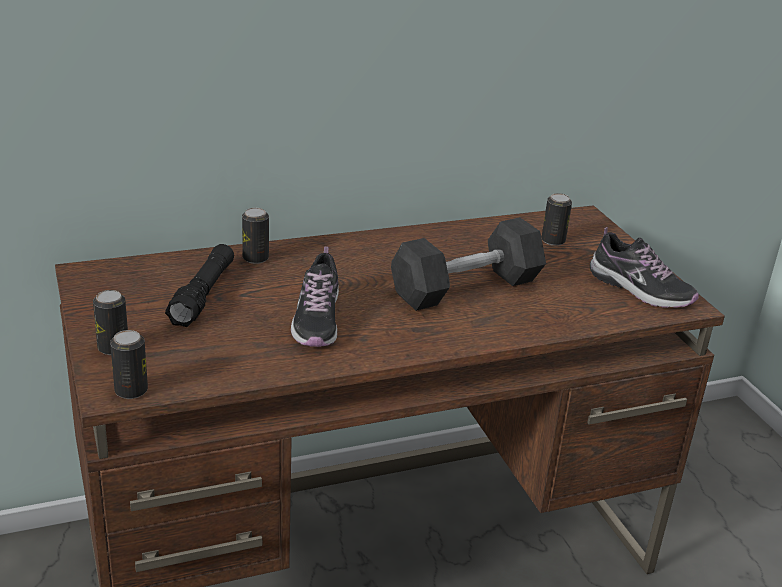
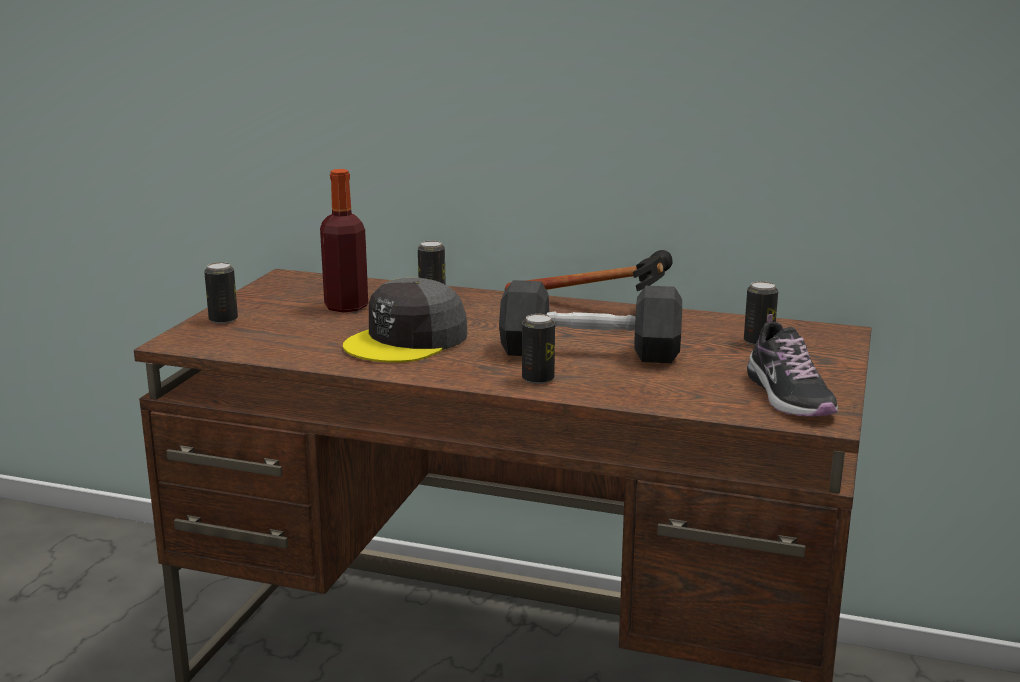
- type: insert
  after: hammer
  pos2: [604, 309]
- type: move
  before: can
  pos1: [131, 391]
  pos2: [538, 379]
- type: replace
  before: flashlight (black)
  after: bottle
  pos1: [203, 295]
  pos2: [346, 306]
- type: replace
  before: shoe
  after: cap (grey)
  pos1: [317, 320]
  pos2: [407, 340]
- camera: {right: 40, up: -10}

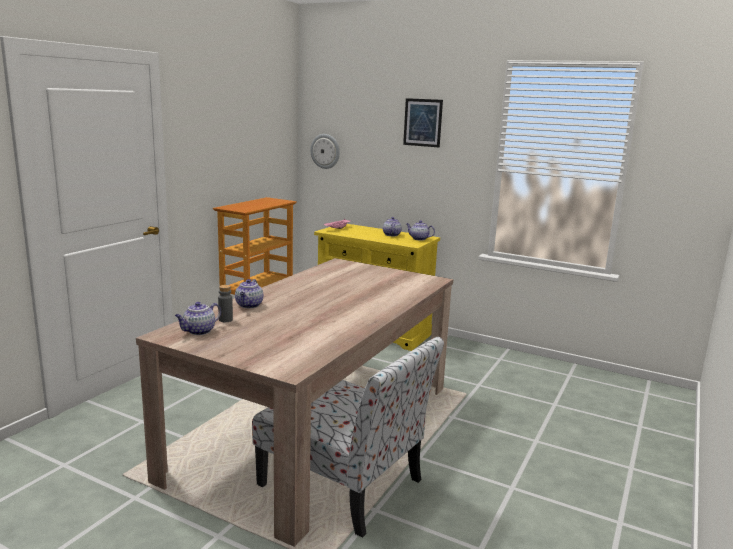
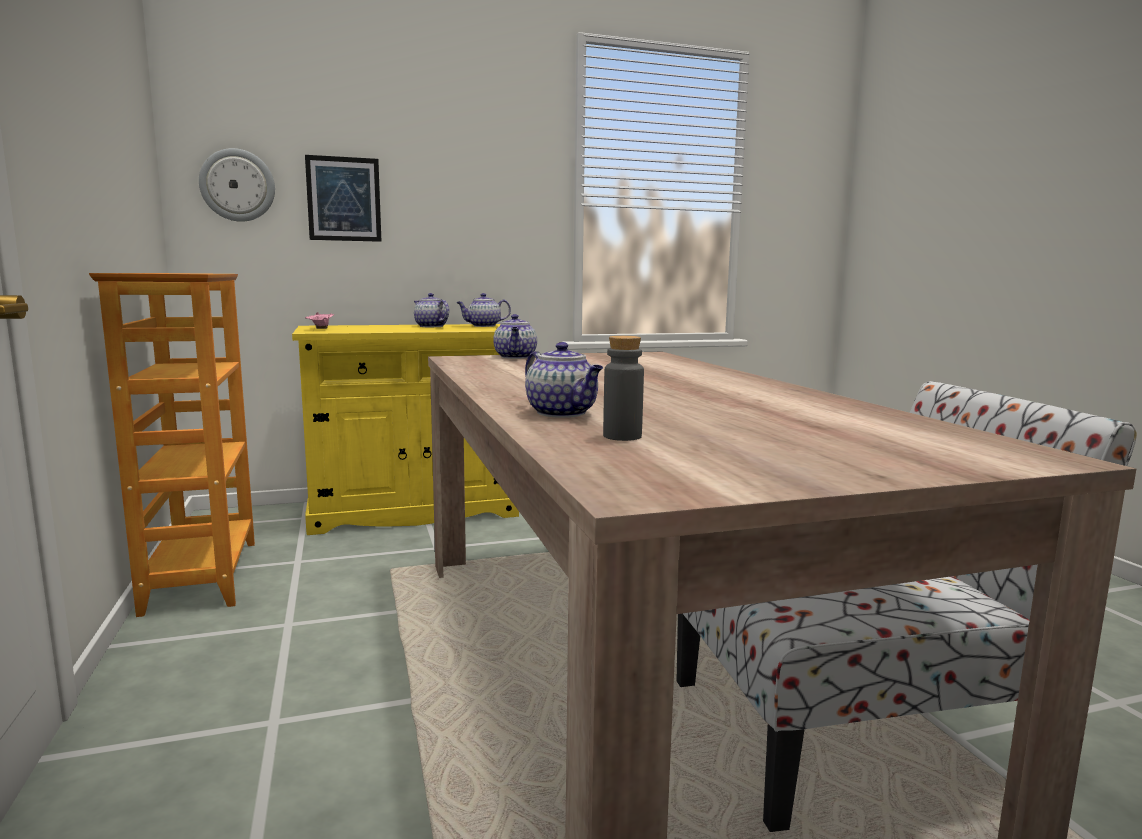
- type: move
  before: teapot
  pos1: [199, 331]
  pos2: [515, 357]
- type: move
  before: picture
  pos1: [422, 122]
  pos2: [344, 199]
- camera: {right: -45, up: -5}

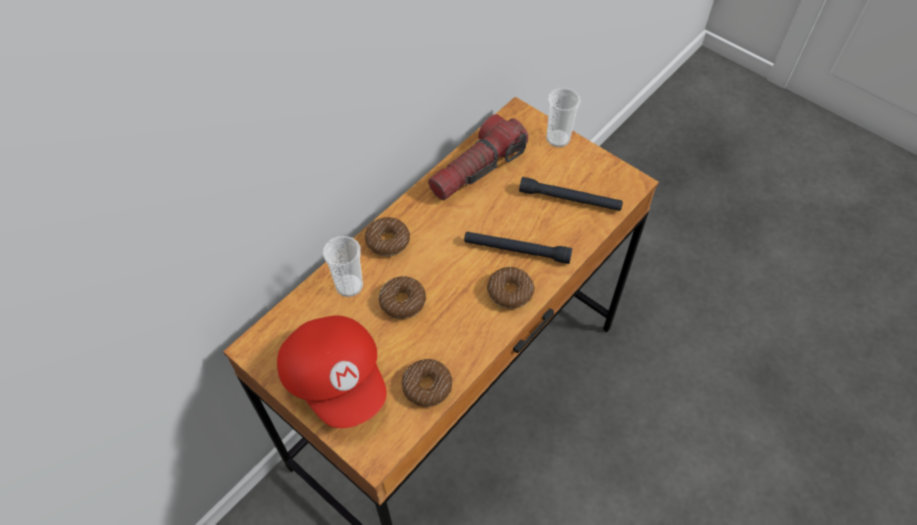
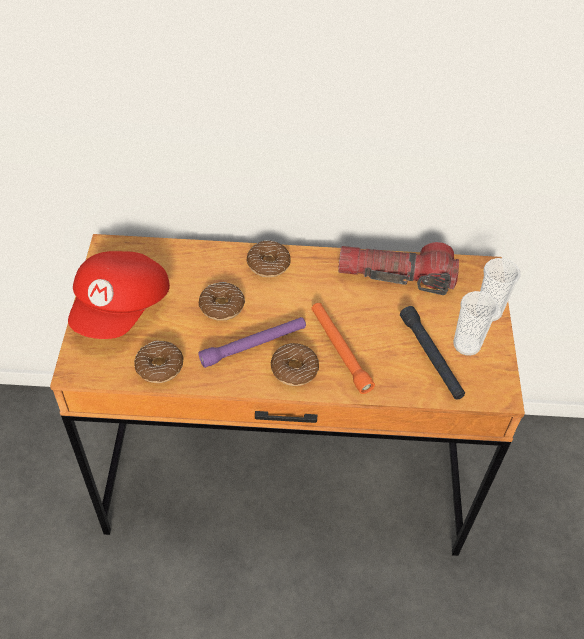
- type: insert
  after: flashlight (purple)
  pos2: [253, 345]
- type: move
  before: cup
  pos1: [349, 286]
  pos2: [466, 345]
- type: recolor
  before: flashlight (black)
  after: flashlight (orange)
  pos1: [517, 250]
  pos2: [340, 350]
- camera: {right: 50, up: -5}

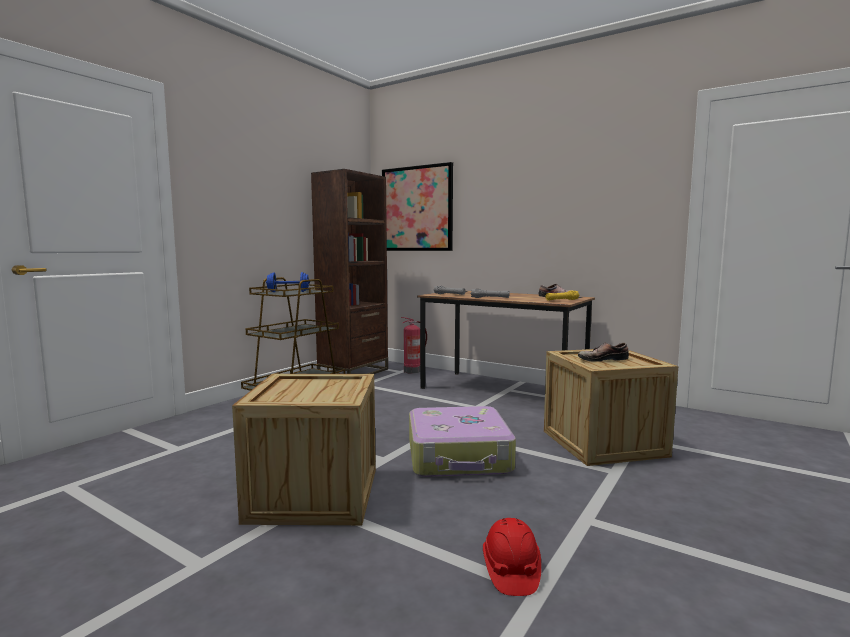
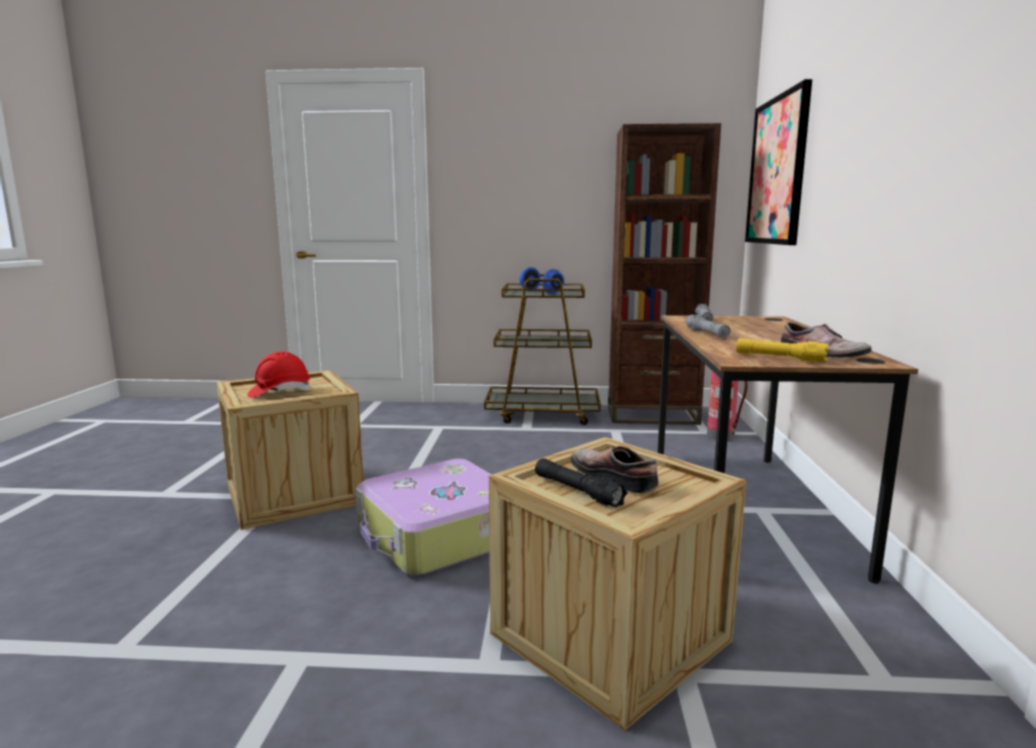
- type: insert
  after: flashlight (black)
  pos2: [577, 491]
- type: move
  before: hard hat (red)
  pos1: [511, 571]
  pos2: [279, 392]
- camera: {right: 60, up: 5}

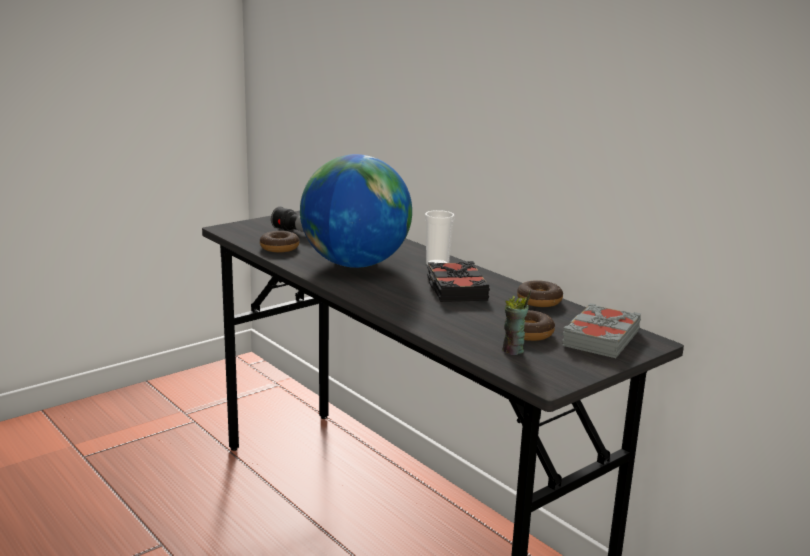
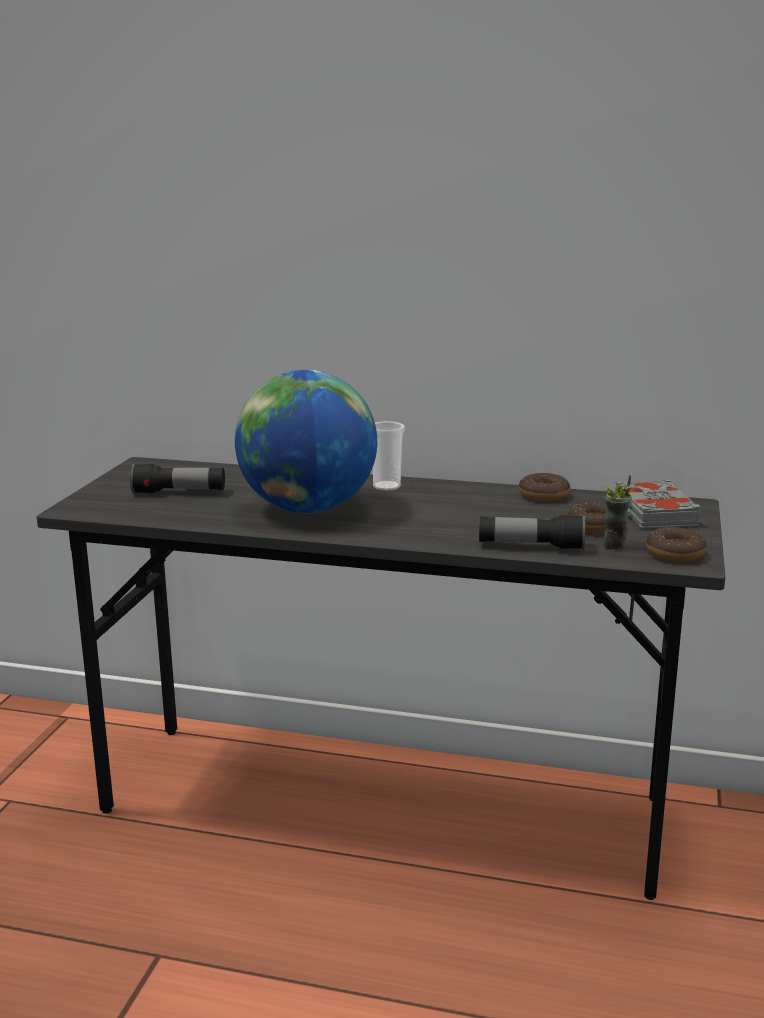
- type: delete
  before: book (black)
  pos1: [455, 289]
- type: insert
  after: flashlight
  pos2: [530, 546]
- type: move
  before: donut
  pos1: [279, 248]
  pos2: [675, 554]
- camera: {right: -35, up: 0}

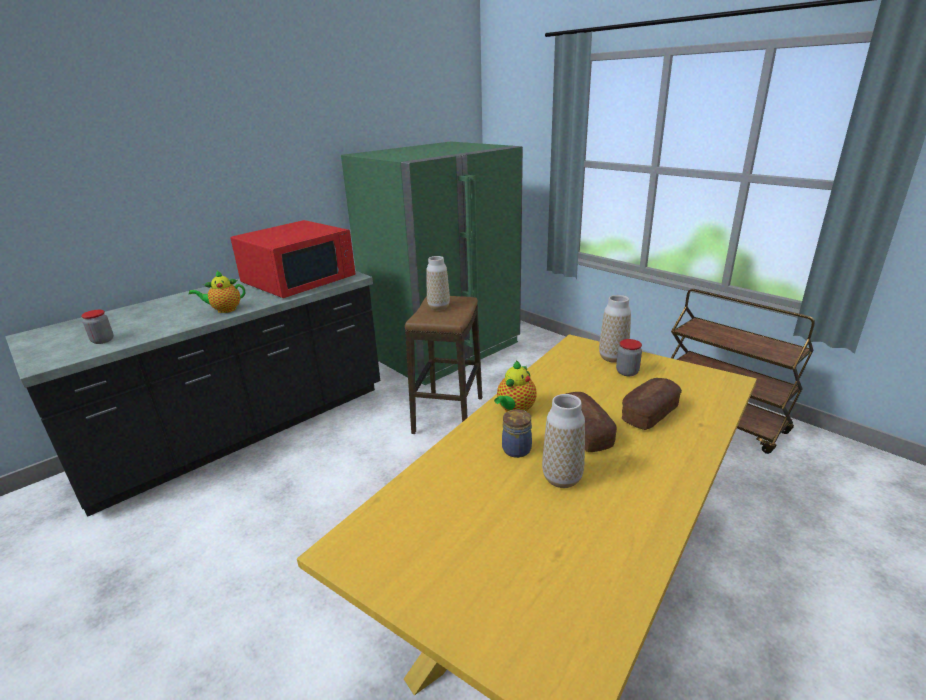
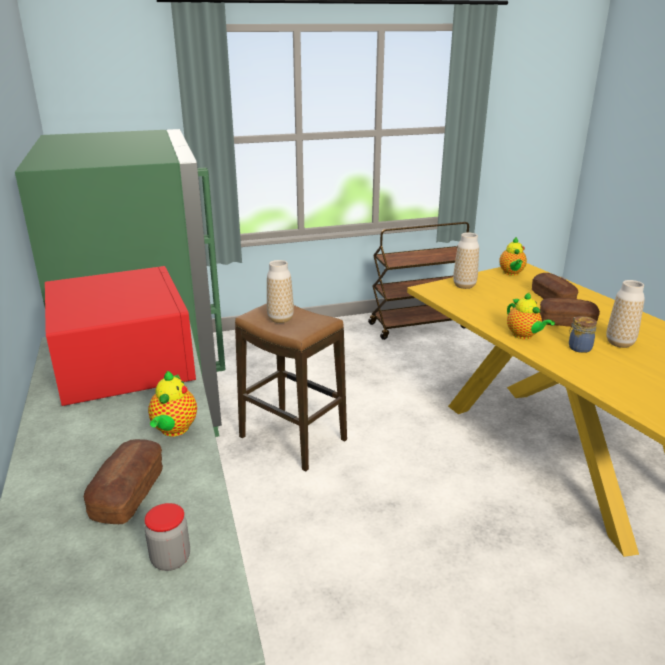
- type: delete
  before: jar
  pos1: [627, 372]
- type: insert
  after: bread
  pos2: [128, 494]
- type: insert
  after: teapot
  pos2: [511, 273]
- camera: {right: -65, up: 0}

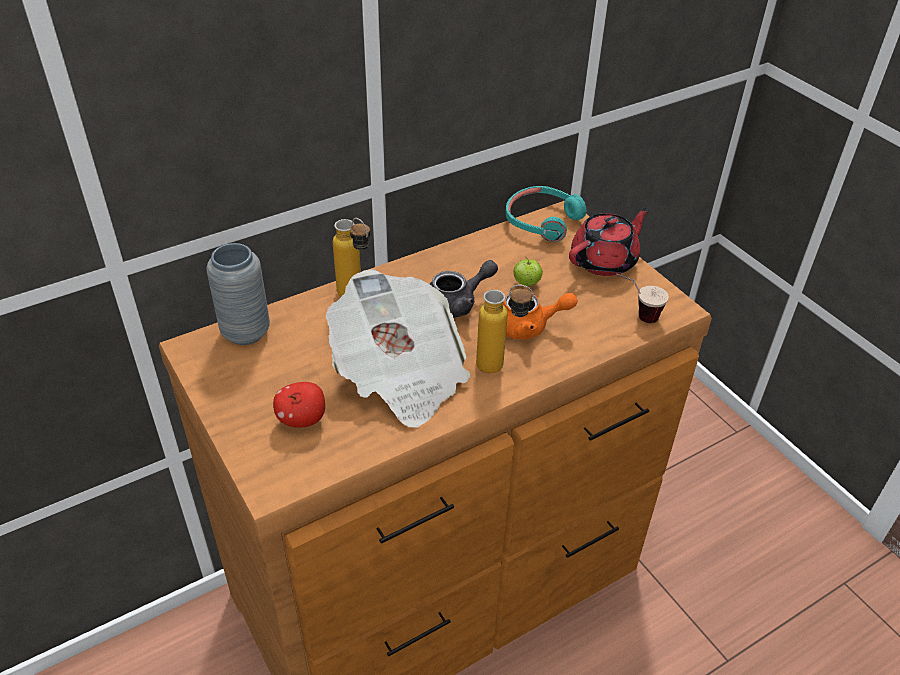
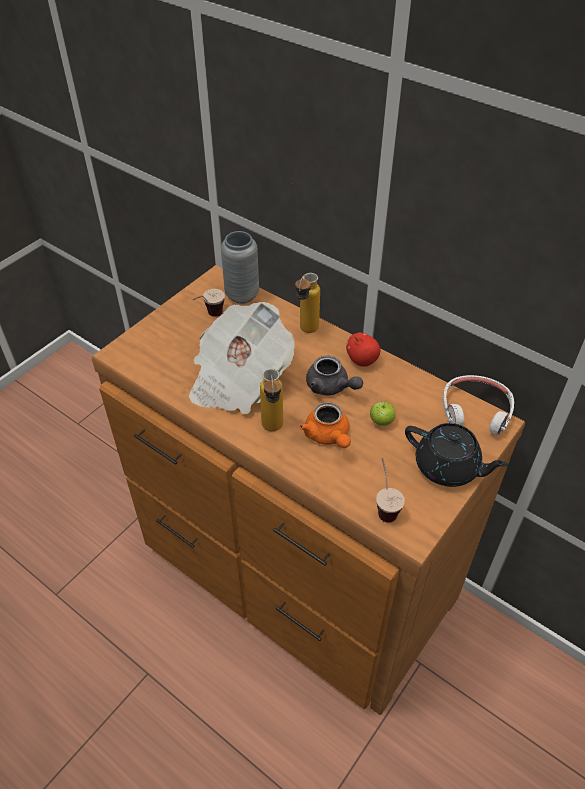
- type: insert
  after: cup
  pos2: [209, 317]
- type: move
  before: apple
  pos1: [302, 419]
  pos2: [362, 360]
- type: recolor
  before: headphones (turquoise)
  after: headphones (white)
  pos1: [542, 221]
  pos2: [475, 411]
- type: recolor
  before: teapot (red)
  after: teapot (black)
  pos1: [605, 261]
  pos2: [447, 467]
- camera: {right: 70, up: 5}

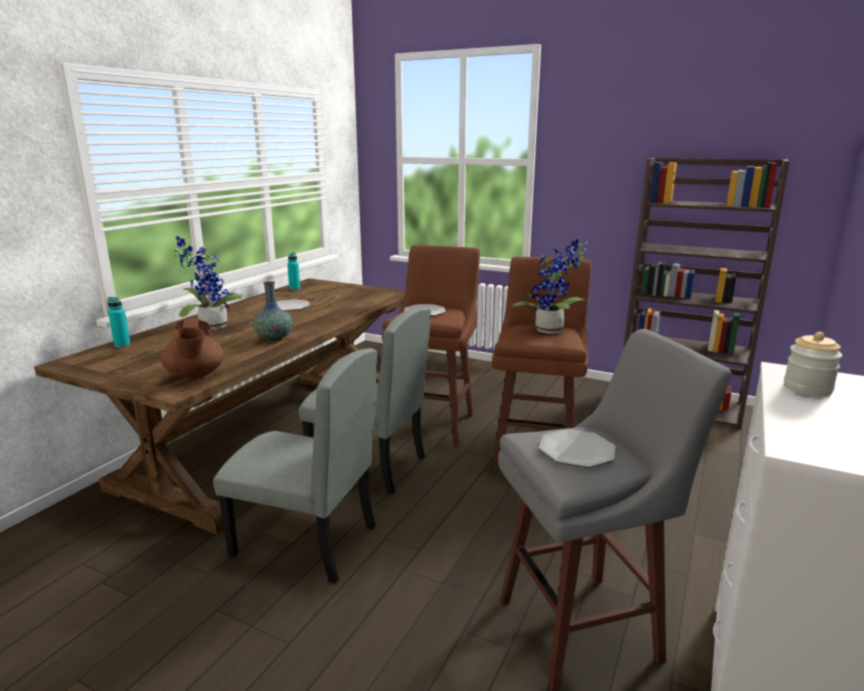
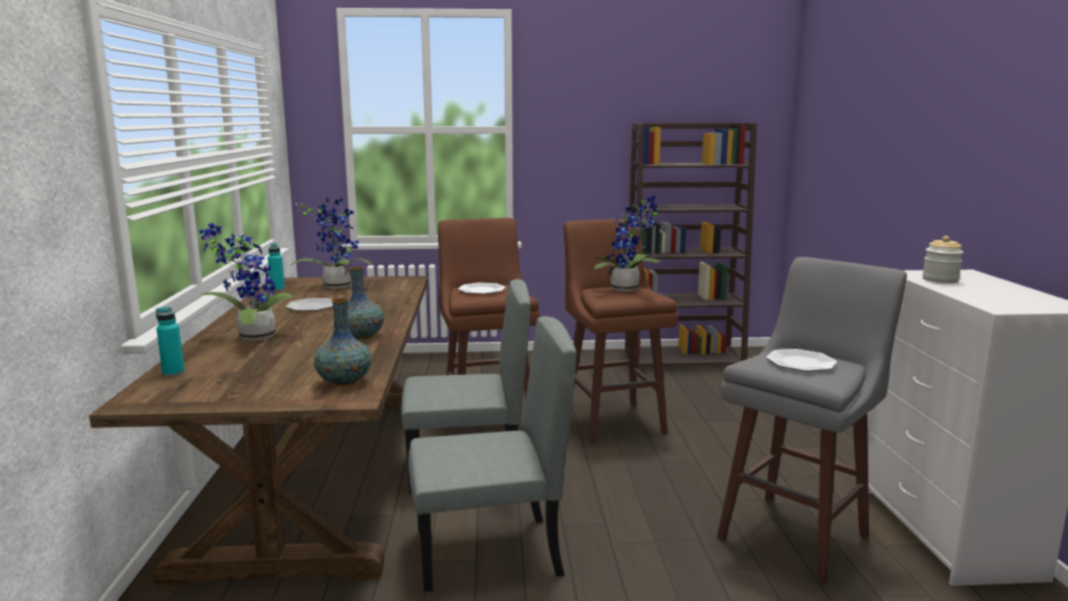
- type: insert
  after: potted plant
  pos2: [337, 286]
- type: replace
  before: teapot (brown)
  after: vase
  pos1: [195, 375]
  pos2: [344, 382]
- camera: {right: -30, up: -5}

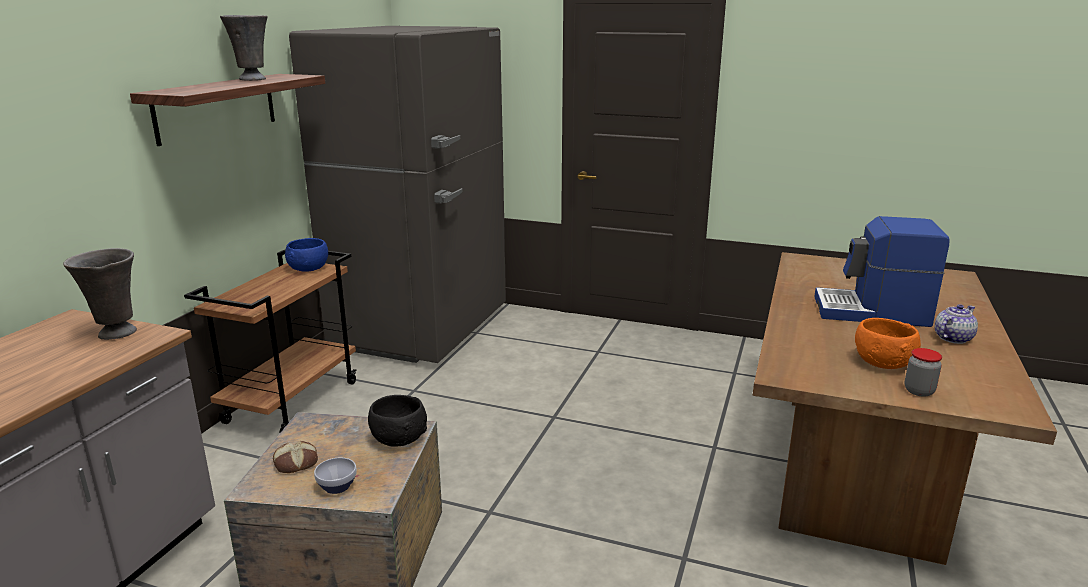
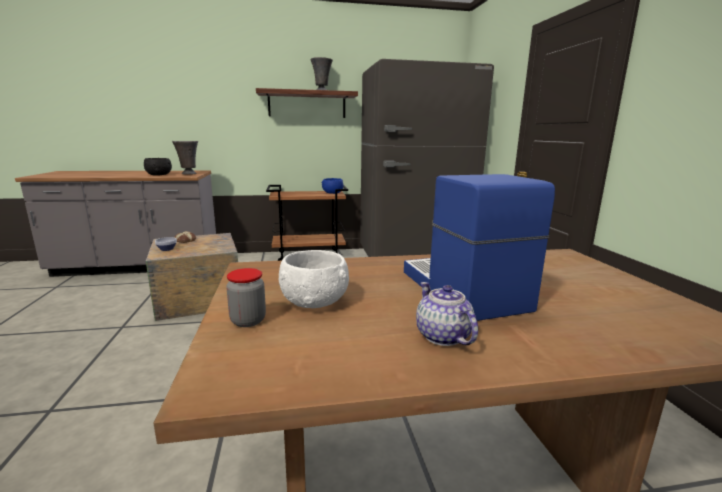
- type: move
  before: bowl (black)
  pos1: [399, 438]
  pos2: [159, 175]
- type: recolor
  before: bowl (orange)
  after: bowl (white)
  pos1: [882, 362]
  pos2: [315, 301]
- type: rotate
  before: teapot
  pos1: [952, 338]
  pos2: [443, 337]
  turn: -135
- camera: {right: 60, up: -5}

